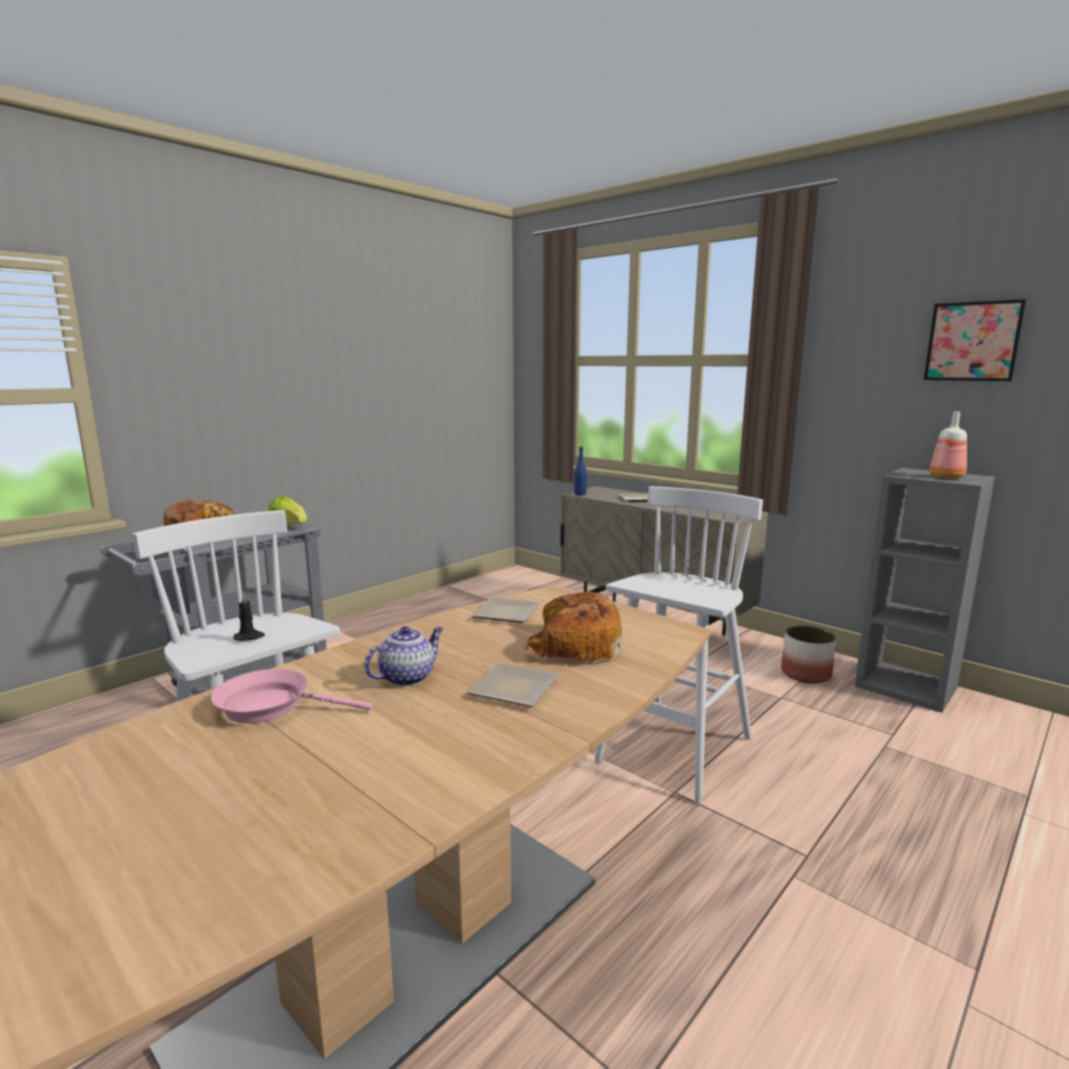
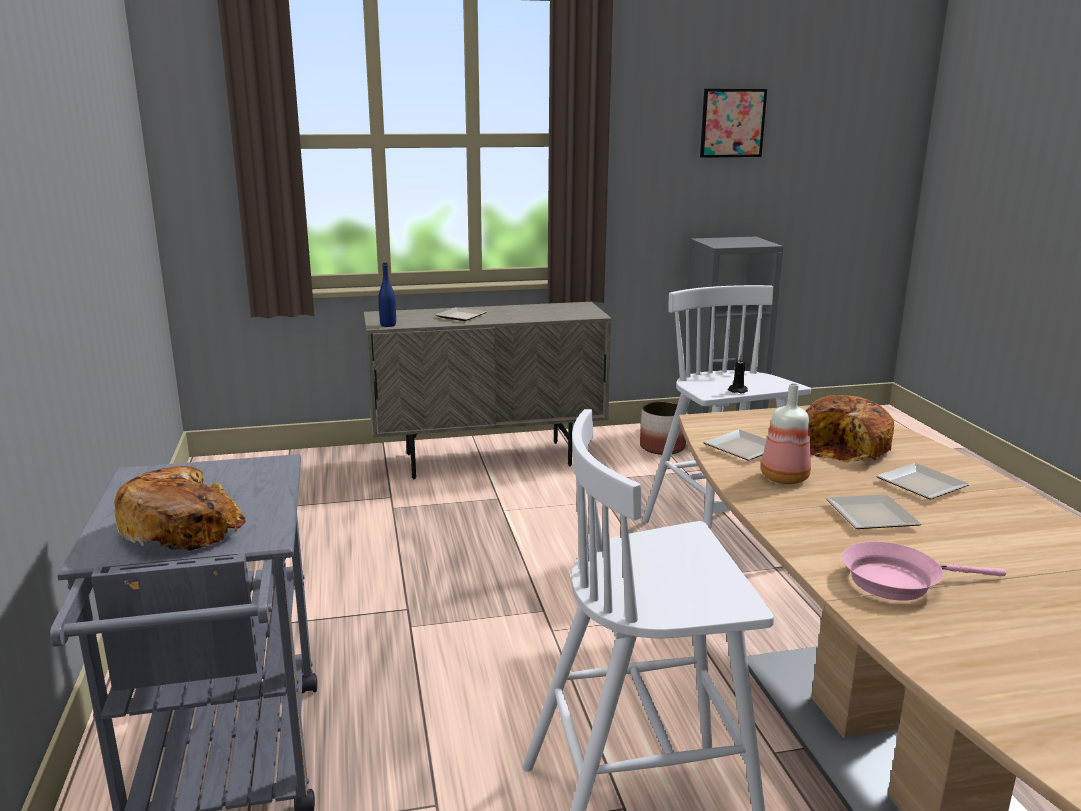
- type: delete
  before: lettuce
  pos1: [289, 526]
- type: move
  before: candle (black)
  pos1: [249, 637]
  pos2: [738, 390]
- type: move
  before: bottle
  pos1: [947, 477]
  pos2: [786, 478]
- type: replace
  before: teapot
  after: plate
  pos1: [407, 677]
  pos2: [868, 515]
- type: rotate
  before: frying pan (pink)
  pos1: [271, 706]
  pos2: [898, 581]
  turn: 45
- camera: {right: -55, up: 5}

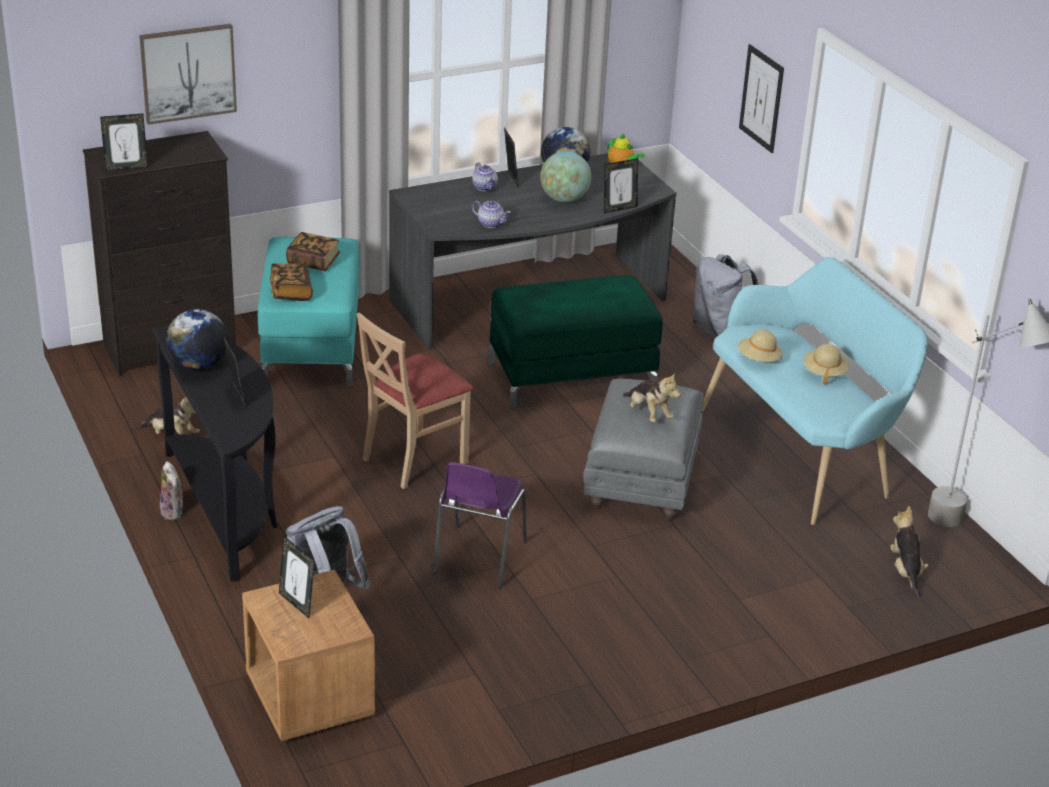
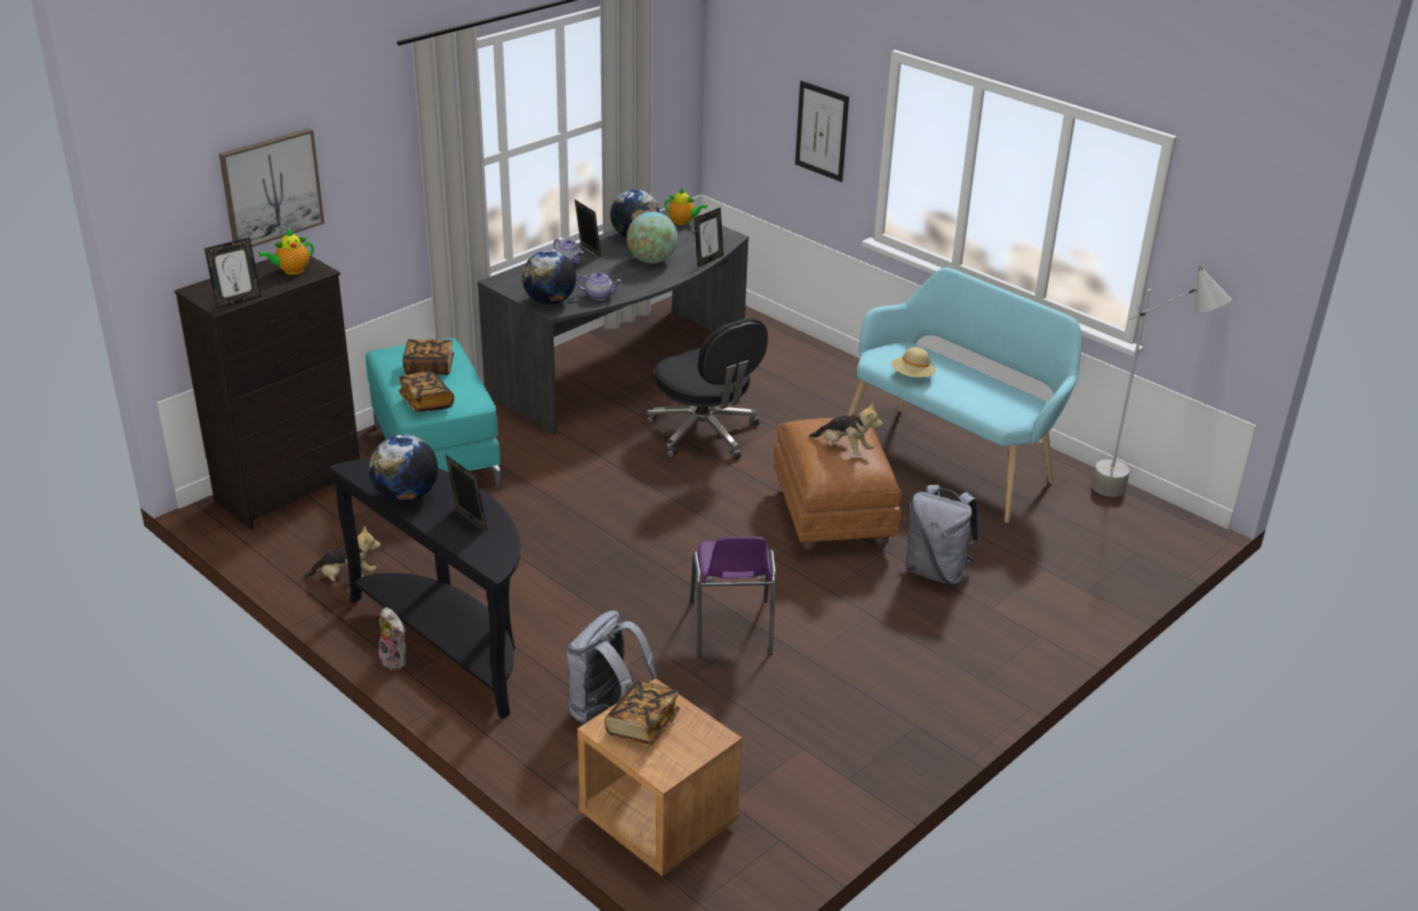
- type: delete
  before: chair (beige)
  pos1: [413, 459]
- type: delete
  before: hat (beige)
  pos1: [824, 372]
- type: delete
  before: plush toy
  pos1: [905, 571]
- type: insert
  after: teapot
  pos2: [291, 271]
- type: insert
  after: globe
  pos2: [550, 301]
- type: move
  before: backpack (grey)
  pos1: [720, 331]
  pos2: [936, 572]
- type: replace
  before: picture frame
  after: book
  pos1: [297, 604]
  pos2: [642, 725]
- type: replace
  before: ottoman (green)
  after: office chair (black)
  pos1: [570, 378]
  pos2: [704, 434]
- type: recolor
  before: ottoman (grey)
  after: ottoman (brown)
  pos1: [640, 480]
  pos2: [831, 517]
- camera: {right: -20, up: 0}

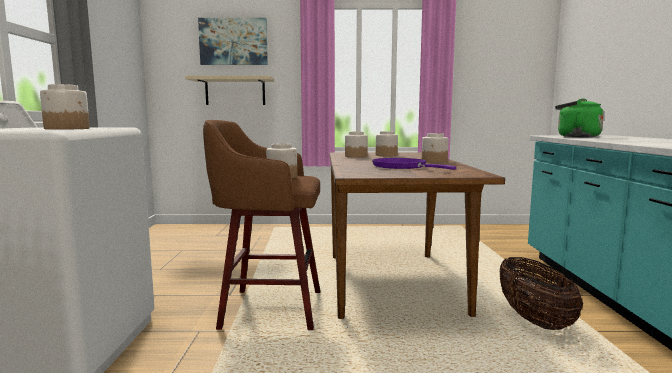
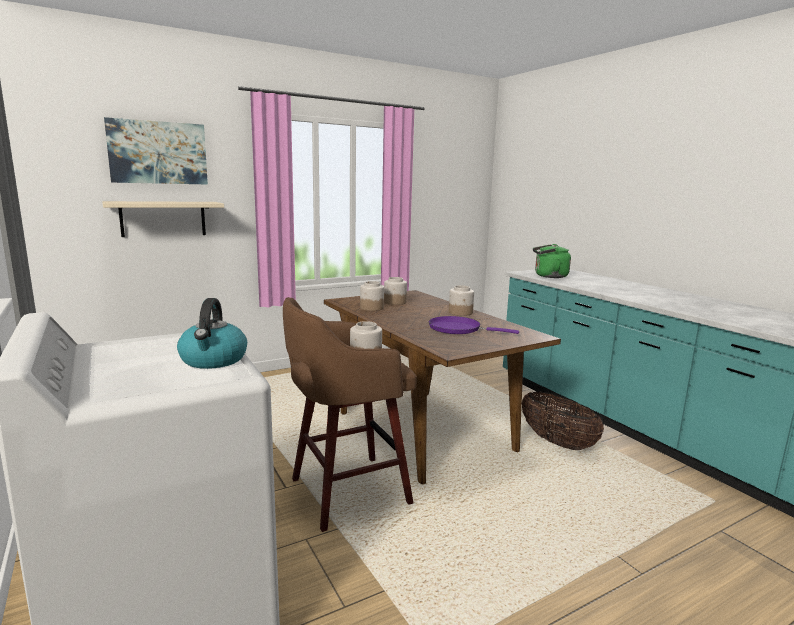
- type: replace
  before: jar
  after: kettle
  pos1: [68, 129]
  pos2: [214, 360]
- camera: {right: -30, up: 5}

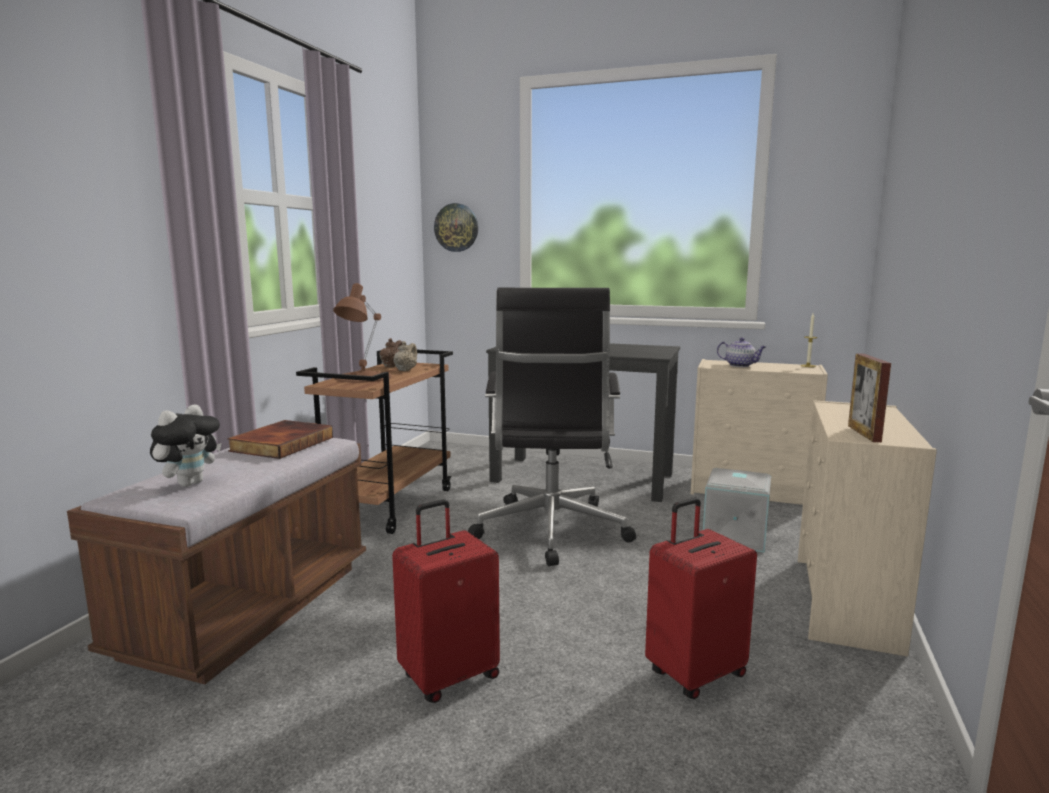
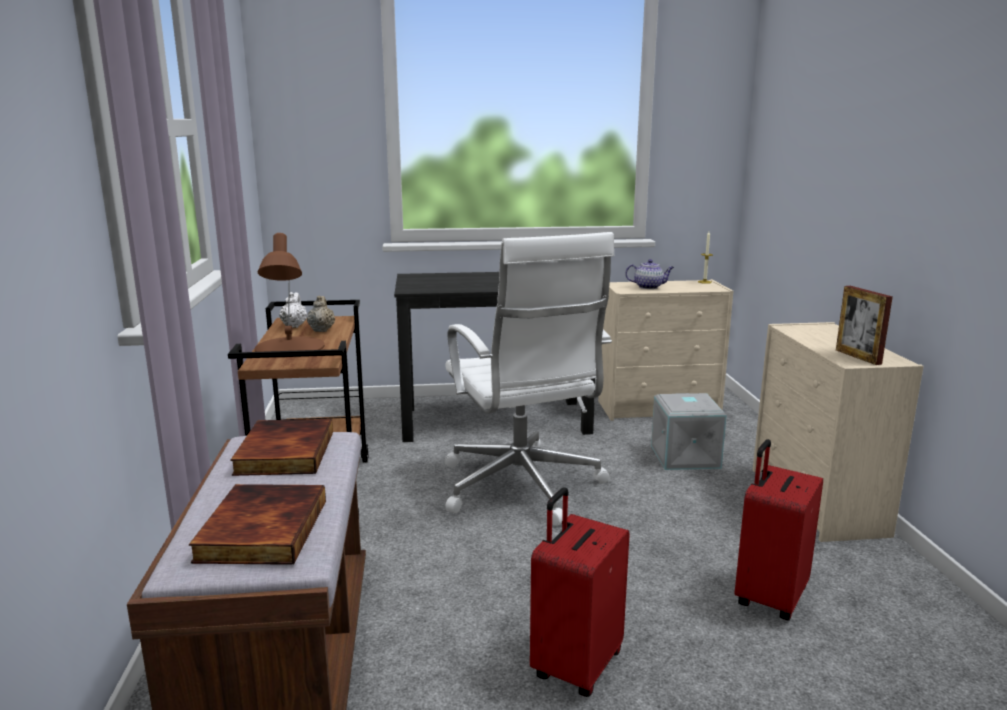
- type: delete
  before: wall clock
  pos1: [456, 227]
- type: replace
  before: plush toy
  after: book
  pos1: [190, 483]
  pos2: [260, 529]
- type: recolor
  before: teapot (brown)
  after: teapot (white)
  pos1: [392, 366]
  pos2: [294, 326]
- type: recolor
  before: office chair (black)
  after: office chair (white)
  pos1: [551, 532]
  pos2: [522, 488]
- camera: {right: -25, up: 5}

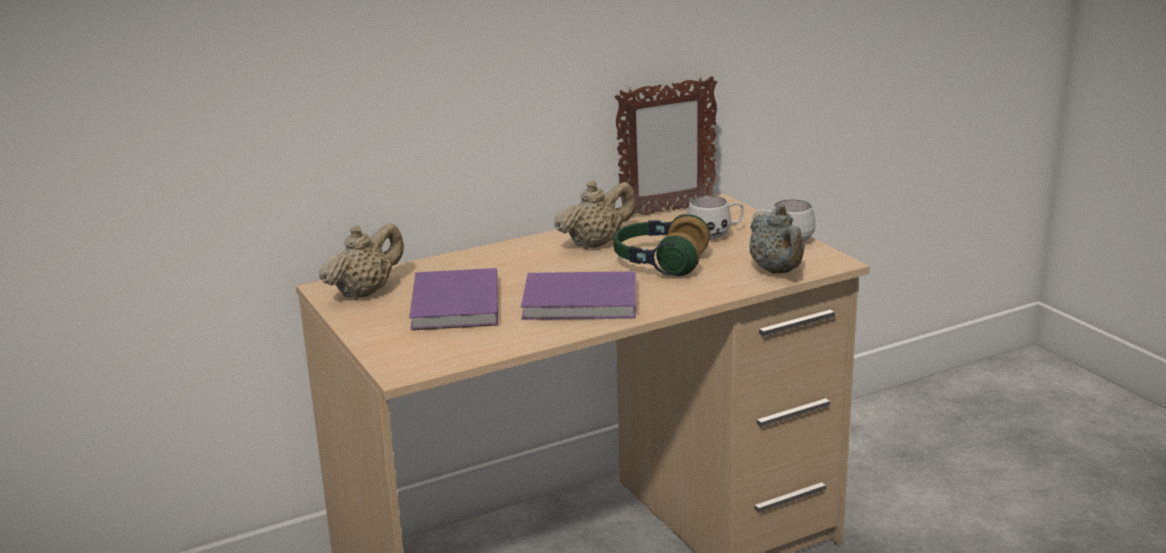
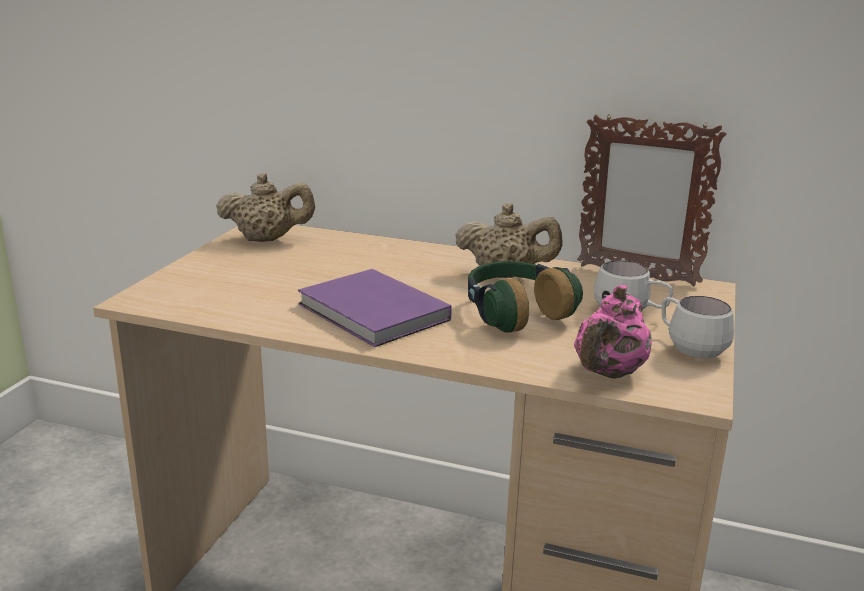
- type: delete
  before: book (purple)
  pos1: [453, 306]
- type: recolor
  before: teapot (grey)
  after: teapot (pink)
  pos1: [778, 271]
  pos2: [608, 373]
- camera: {right: 45, up: 0}

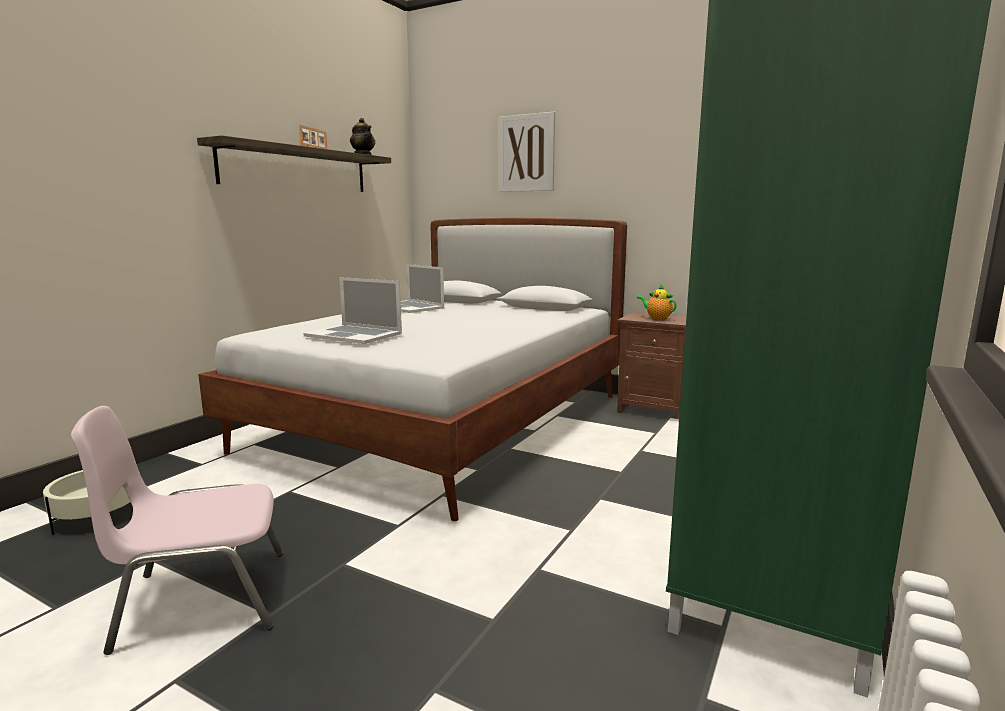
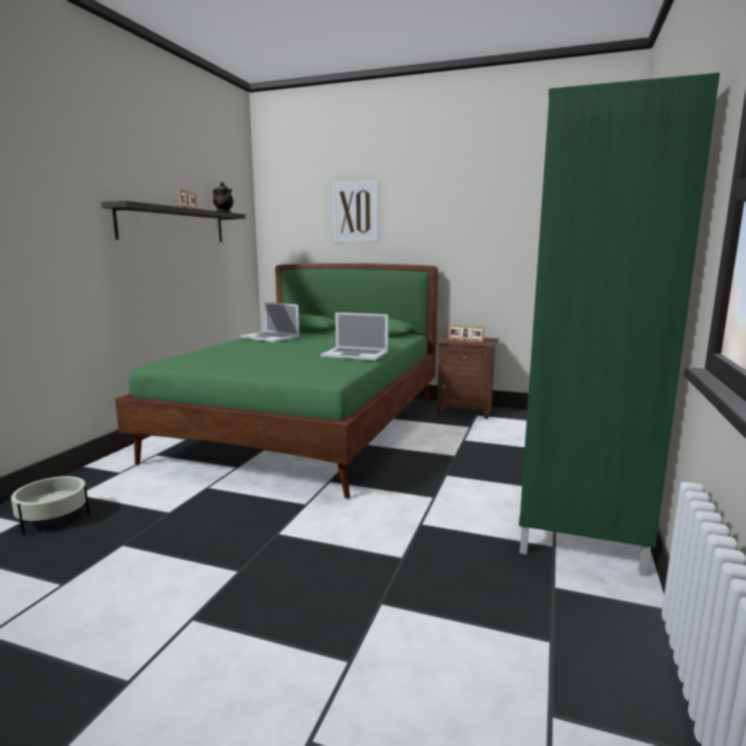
- type: delete
  before: chair (pink)
  pos1: [201, 599]
- type: move
  before: laptop
  pos1: [354, 335]
  pos2: [355, 354]
- type: replace
  before: teapot
  after: picture frame
  pos1: [657, 318]
  pos2: [465, 341]
- type: recolor
  before: bed (white)
  after: bed (green)
  pos1: [445, 423]
  pos2: [307, 429]
- camera: {right: -10, up: 0}

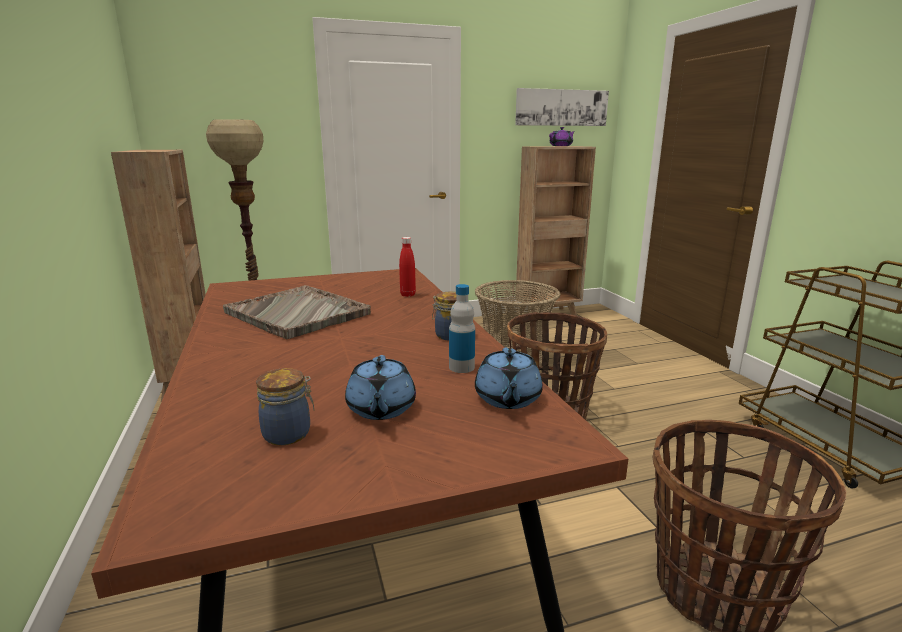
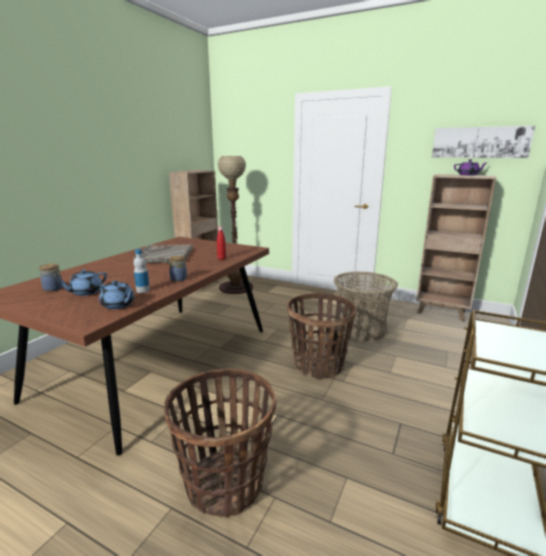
- type: rotate
  before: teapot (blue)
  pos1: [507, 399]
  pos2: [118, 305]
  turn: -105
- camera: {right: 45, up: 0}

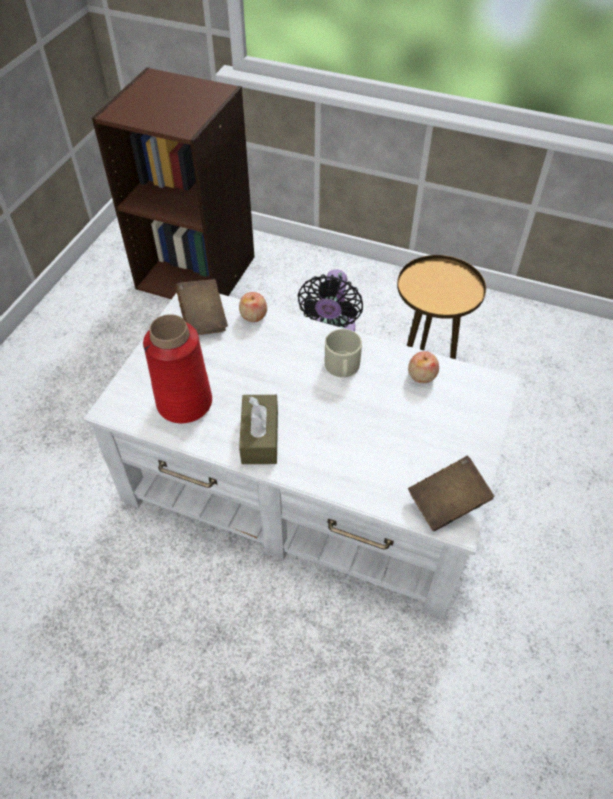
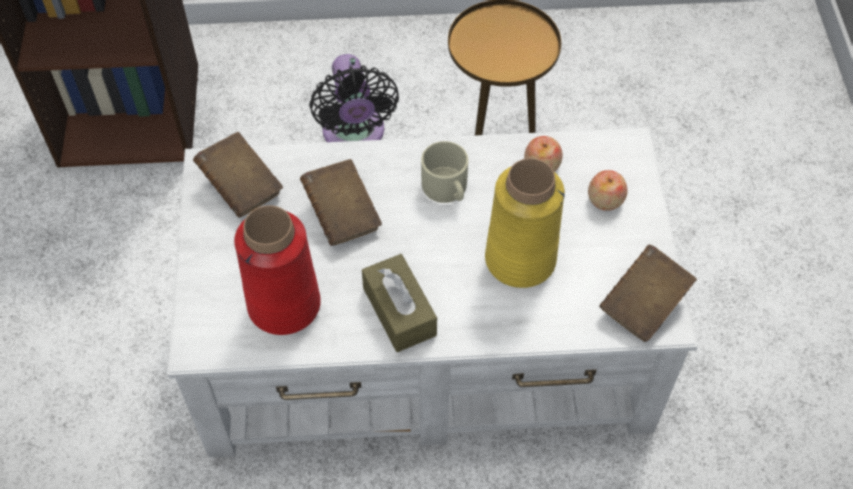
- type: insert
  after: book (brown)
  pos2: [342, 214]
- type: insert
  after: vase (yellow)
  pos2: [519, 259]
- type: move
  before: apple
  pos1: [253, 315]
  pos2: [605, 200]
- camera: {right: -25, up: 5}

